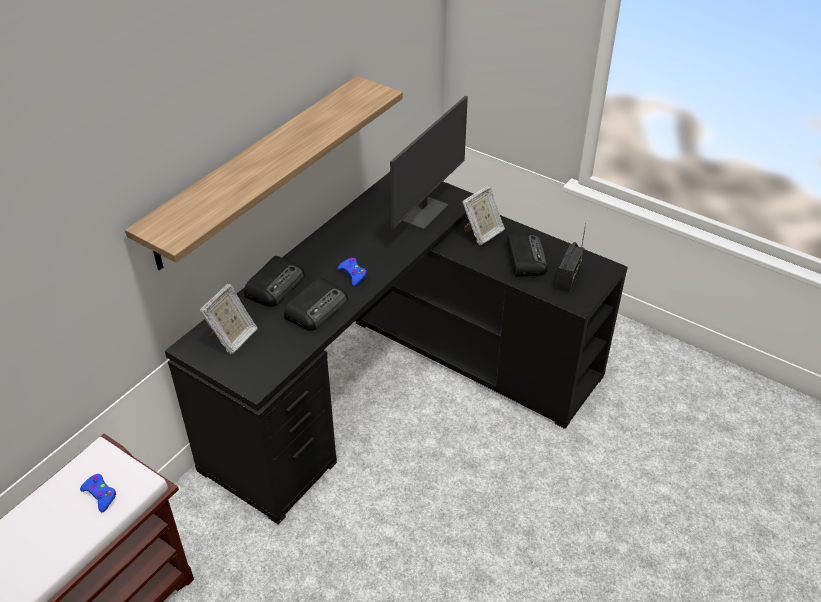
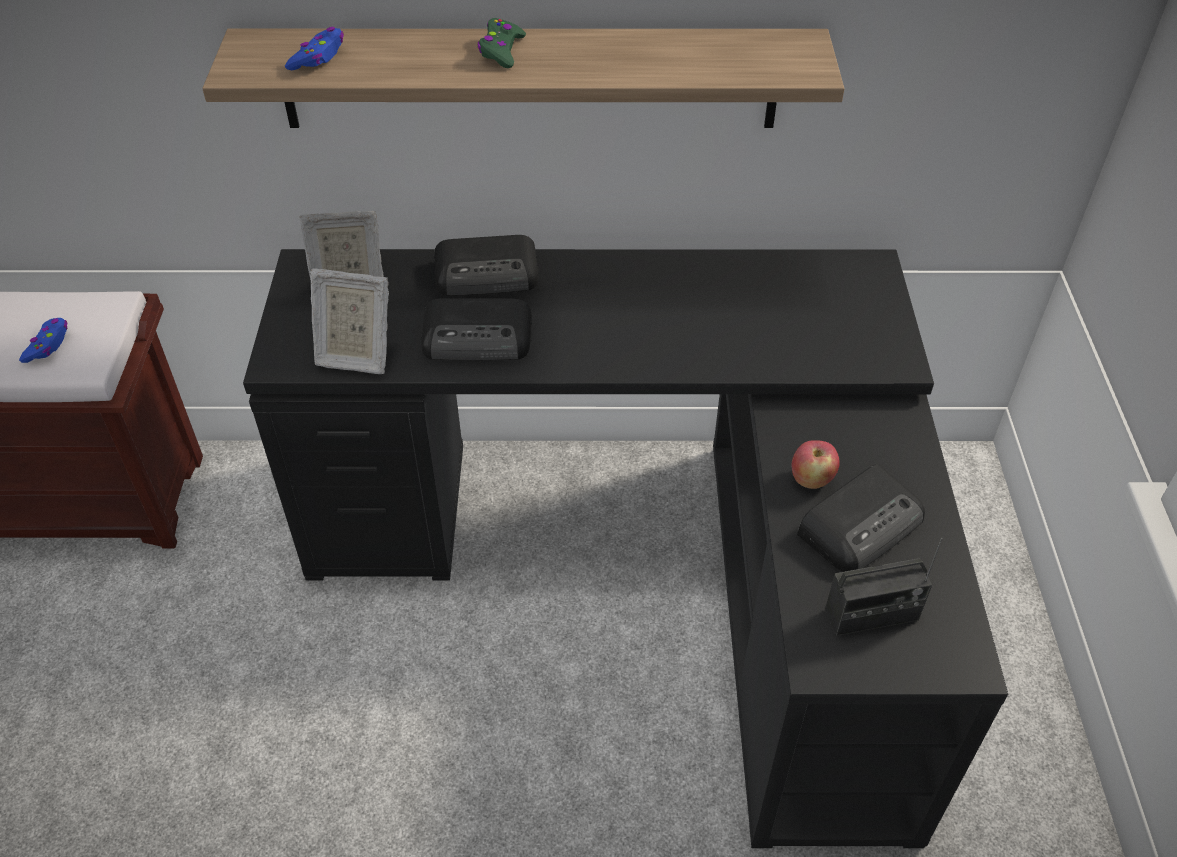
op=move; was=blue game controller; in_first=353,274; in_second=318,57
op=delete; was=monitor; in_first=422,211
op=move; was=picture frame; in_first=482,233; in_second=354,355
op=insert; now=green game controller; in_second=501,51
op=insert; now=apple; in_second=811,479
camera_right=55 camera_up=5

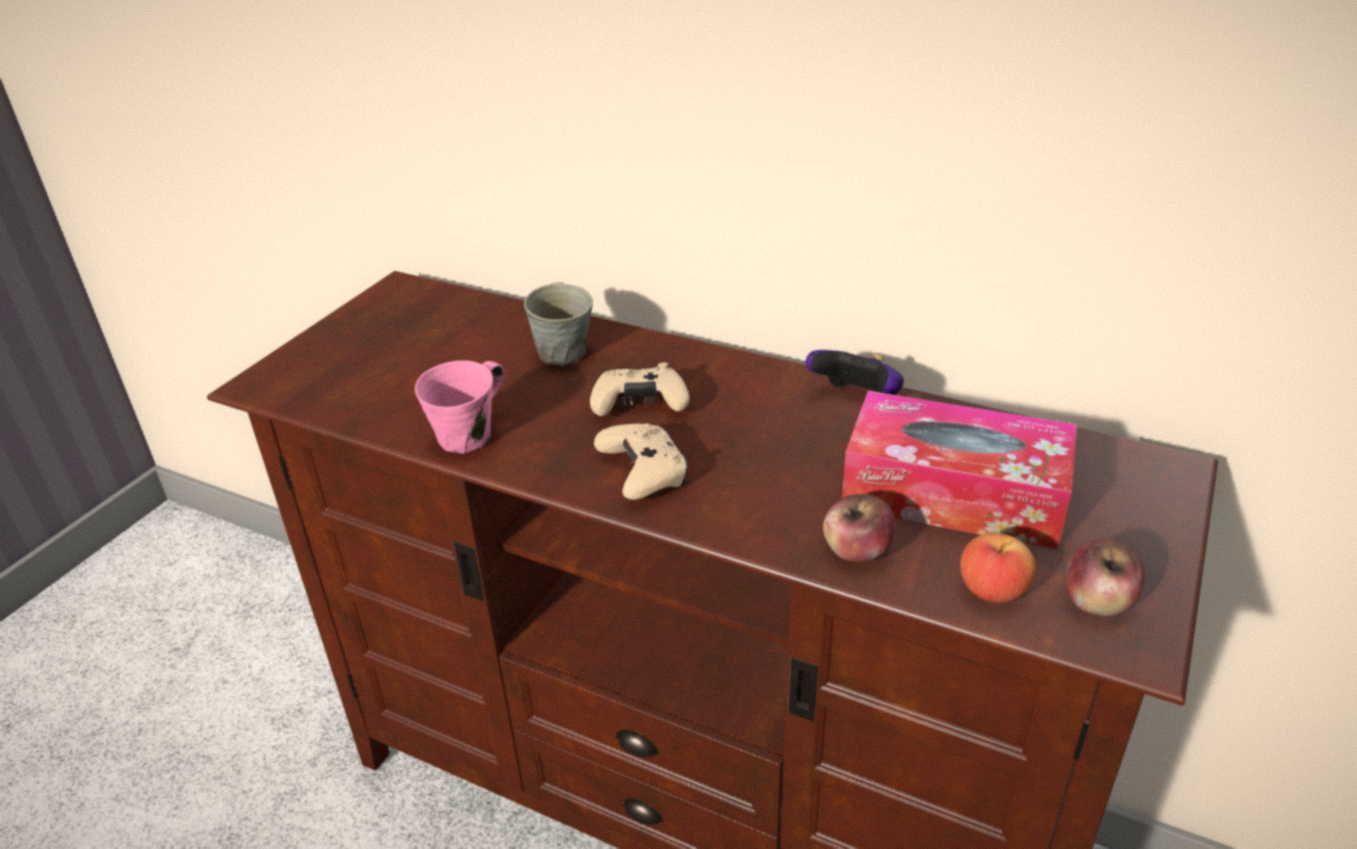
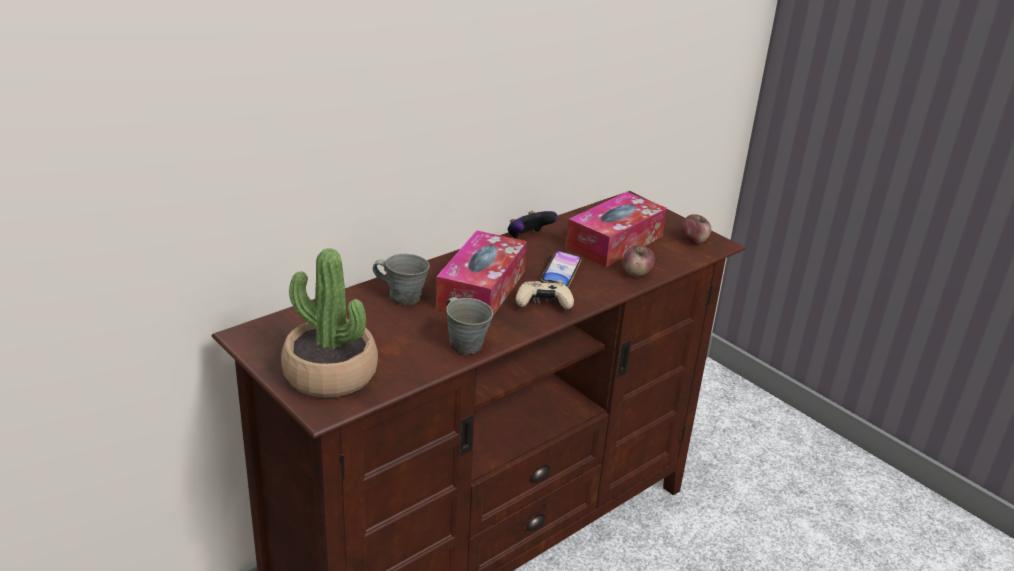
op=recolor; was=pink mug; now=grey mug; in_first=469,436; in_second=465,344
op=replace; was=beige game controller; now=tissue box; in_first=640,405; in_second=481,289
op=delete; was=apple; in_first=992,590
op=insert; now=potted plant; in_second=330,374
op=insert; now=phone; in_second=561,273
camera_right=-70 camera_up=-5

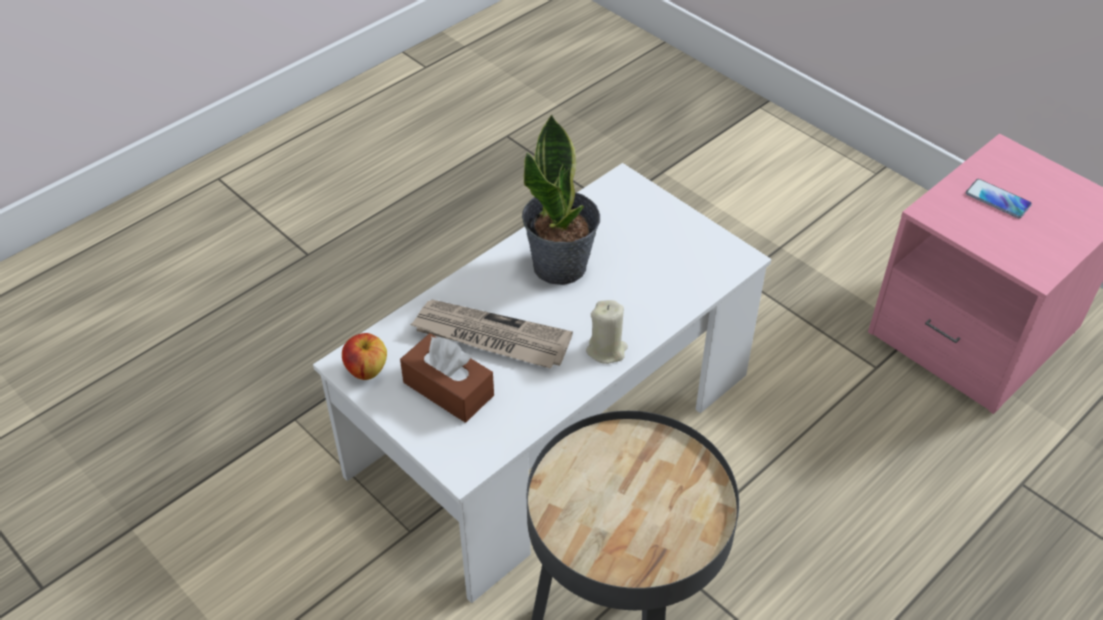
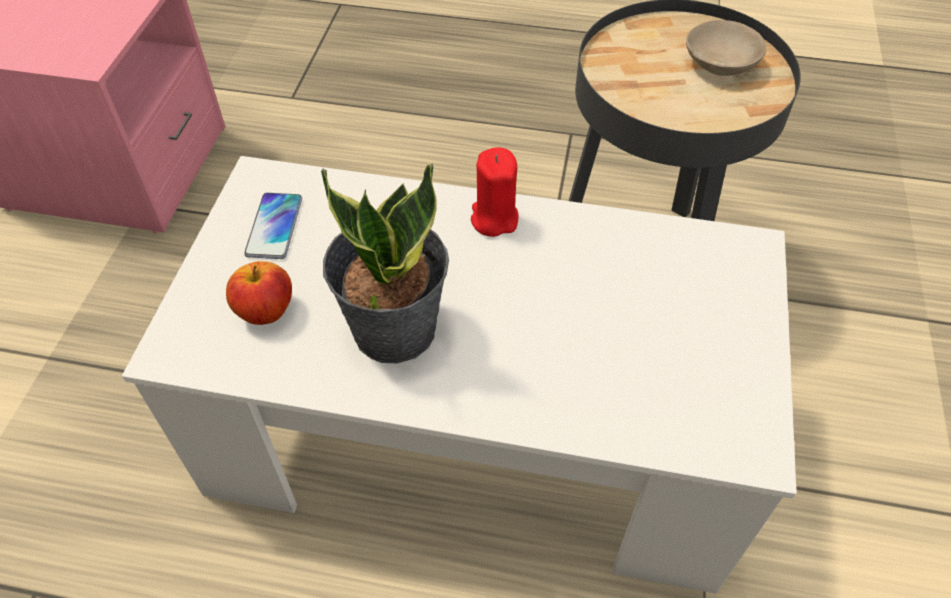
op=move; was=apple; in_first=366,370; in_second=266,311
op=delete; was=brown tissue box; in_first=448,389
op=delete; was=newspaper; in_first=490,337
op=recolor; was=beige candle; now=red candle; in_first=606,350; in_second=494,218
op=move; was=phone; in_first=997,199; in_second=274,226
op=insert; now=beige bowl; in_second=723,63
camera_right=-125 camera_up=5

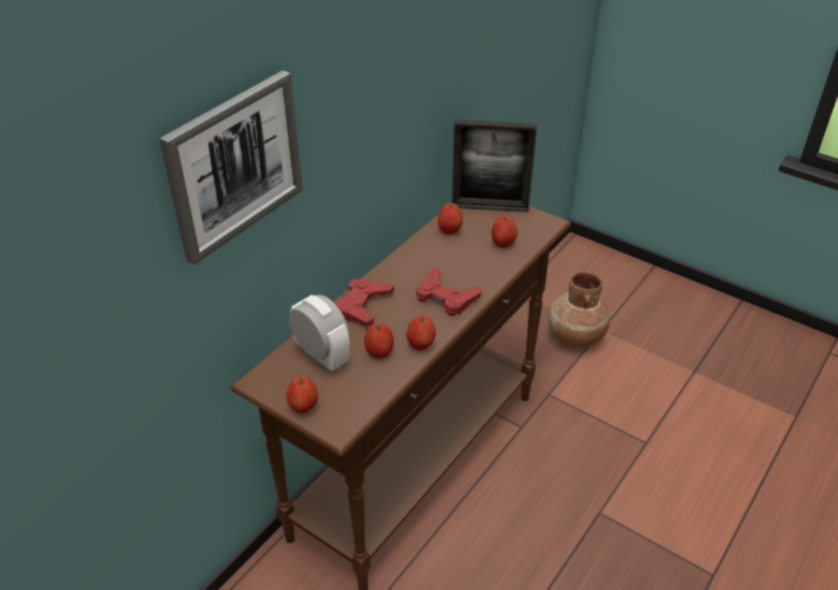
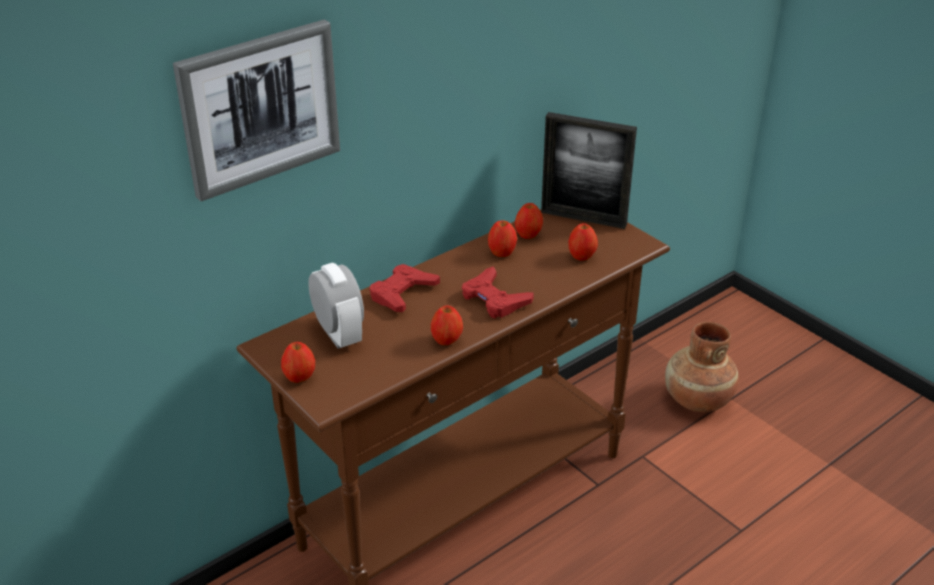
op=move; was=apple; in_first=379,352; in_second=502,253
camera_right=15 camera_up=-5

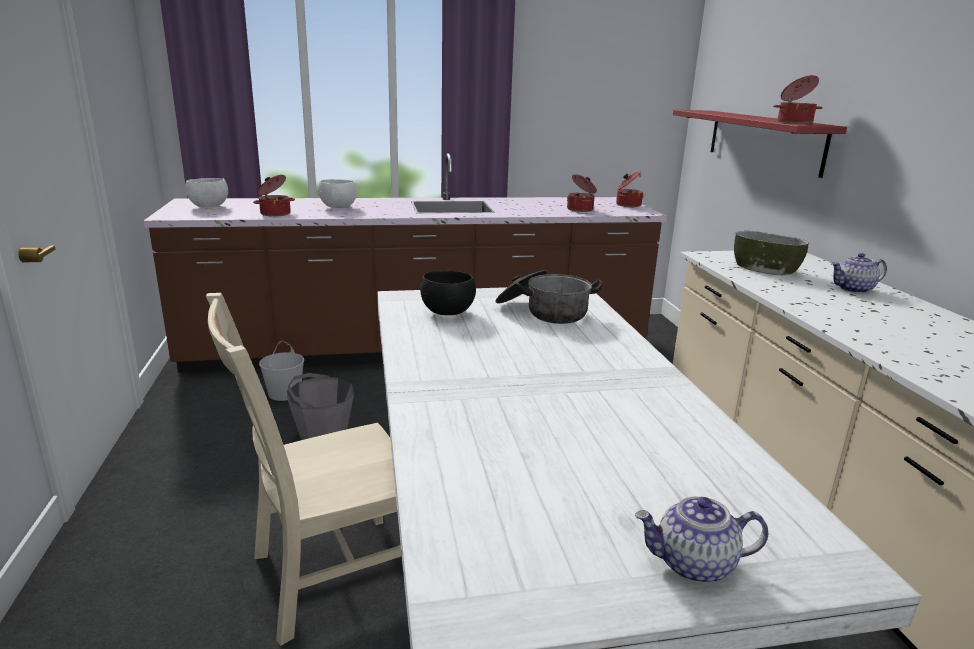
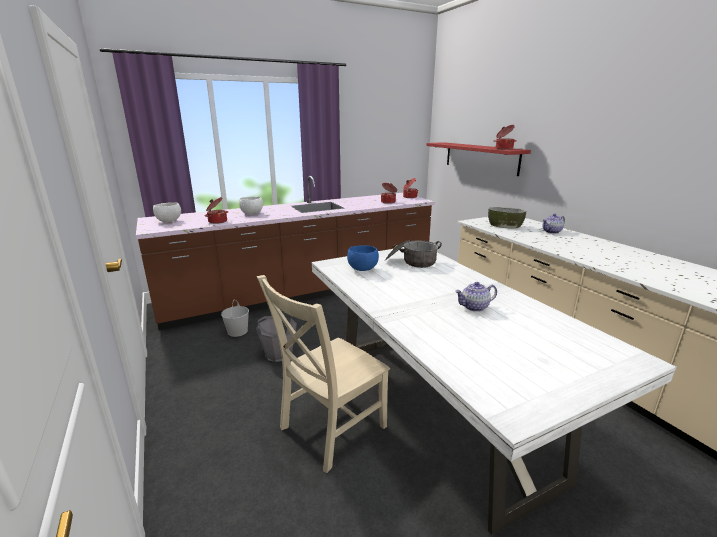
op=recolor; was=black bowl; now=blue bowl; in_first=448,313; in_second=363,269
op=move; was=teapot; in_first=693,565; in_second=474,307
camera_right=-15 camera_up=0

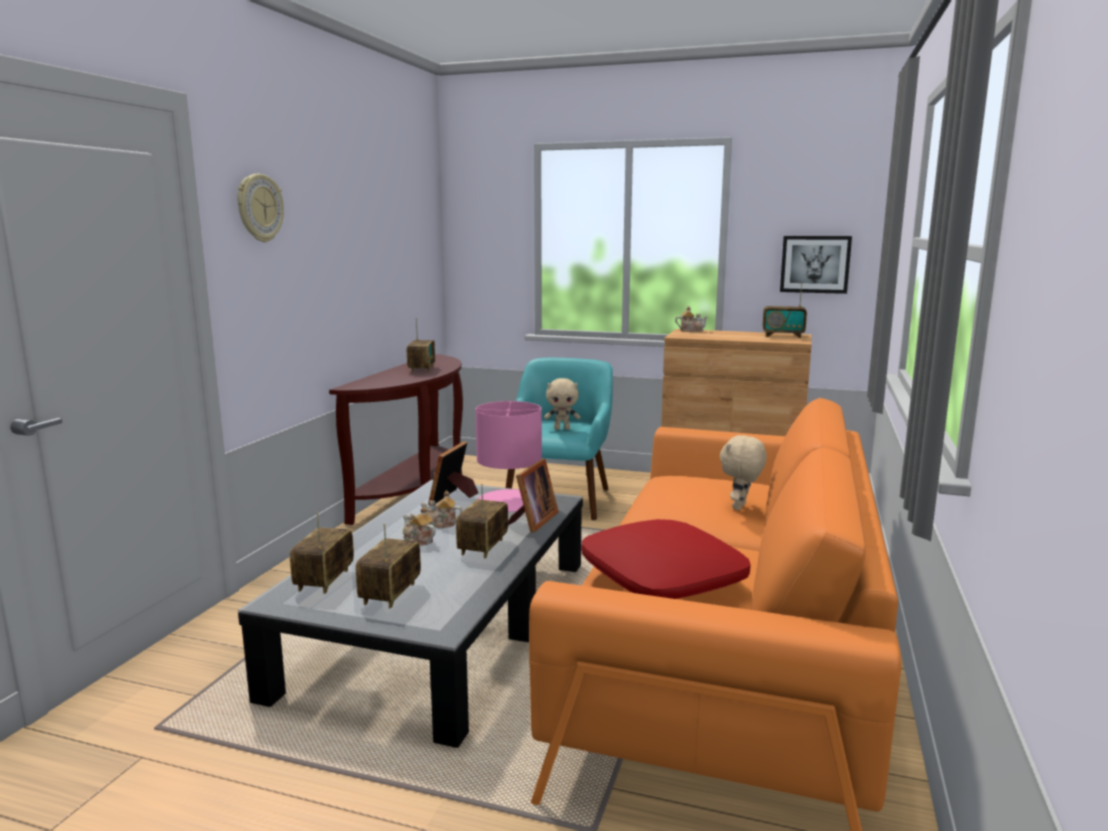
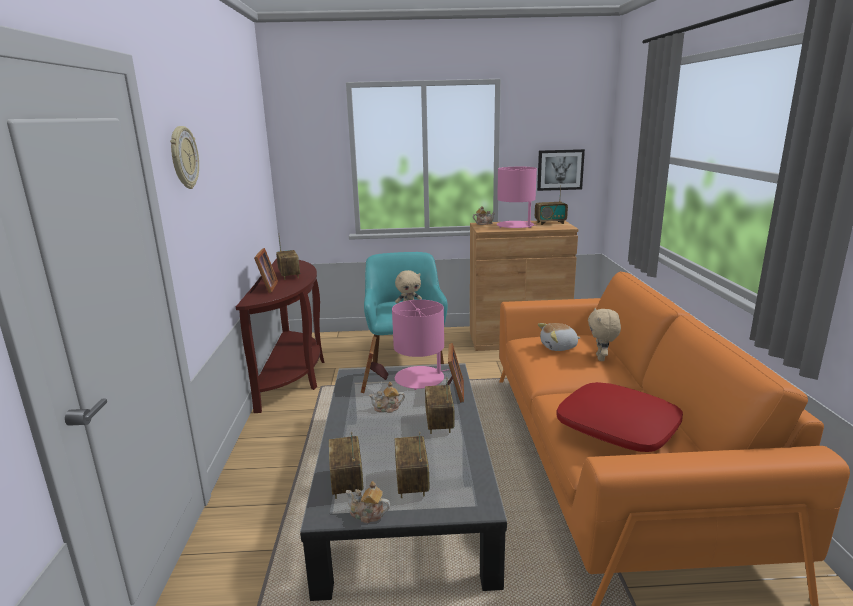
op=move; was=teapot; in_first=418,540; in_second=367,514
op=insert; now=picture frame; in_second=265,288
op=insert; now=pink table lamp; in_second=515,226
op=insert; now=plush toy; in_second=559,347
camera_right=-20 camera_up=5

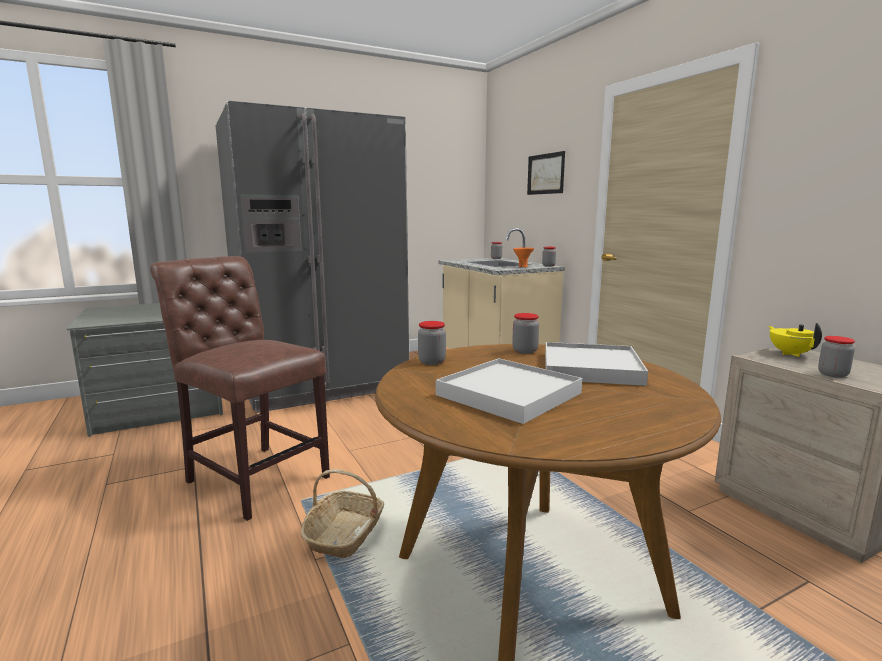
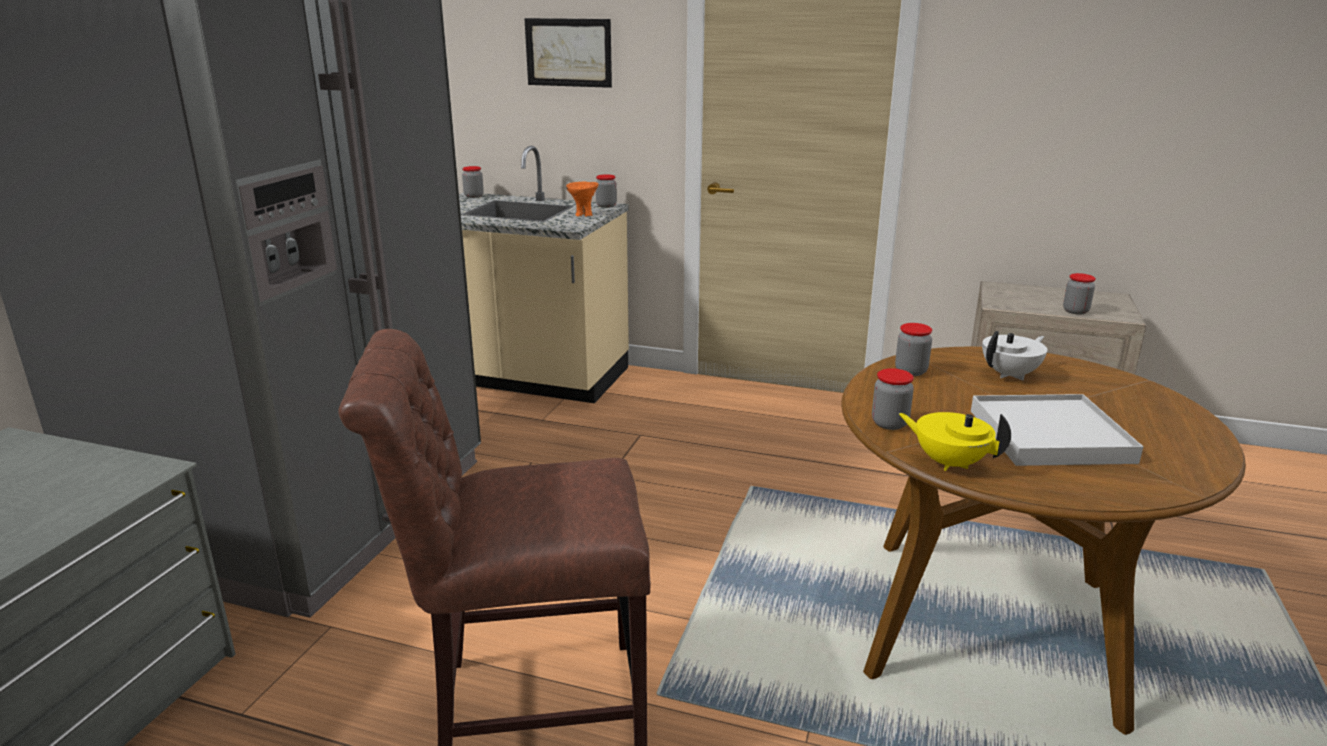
op=delete; was=basket; in_first=345,534
op=replace; was=white tray; now=white teapot; in_first=591,368; in_second=1010,375
op=move; was=yellow teapot; in_first=790,354; in_second=949,462
camera_right=-45 camera_up=10

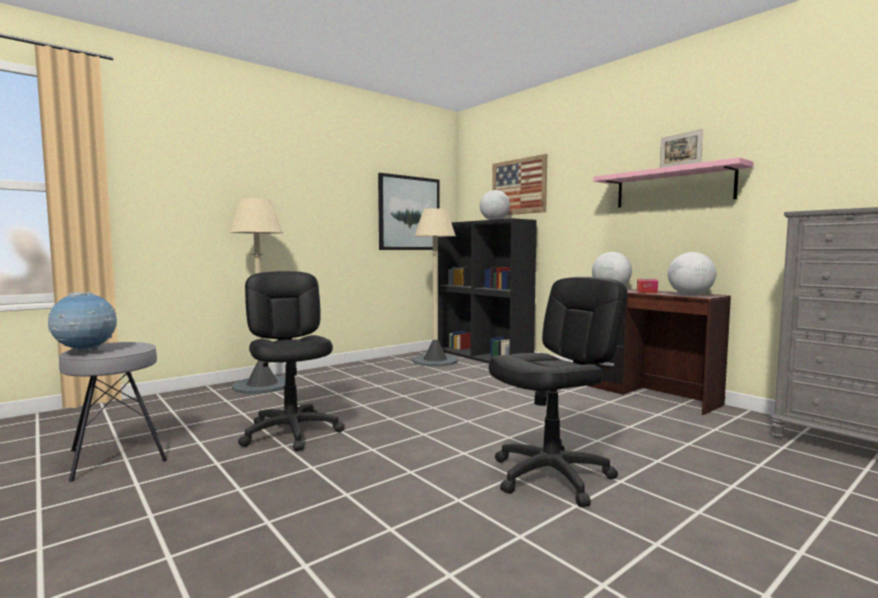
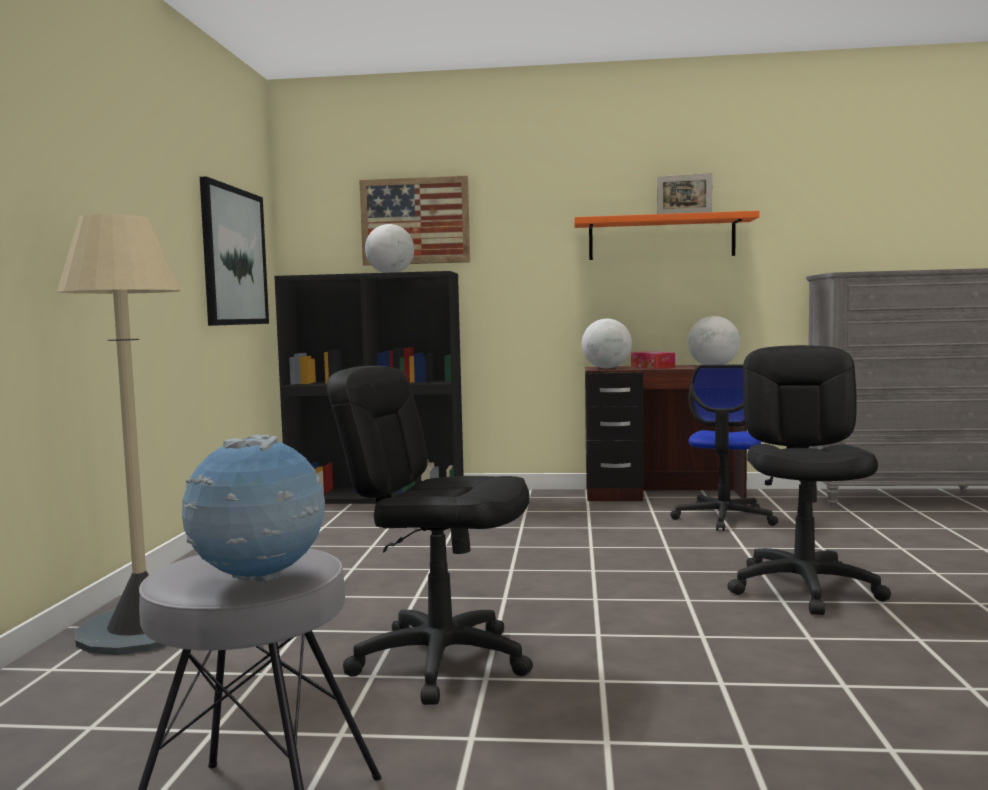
op=delete; was=beige floor lamp; in_first=435,361
op=recolor; was=pink shelf; now=orange shelf; in_first=673,187; in_second=661,238
op=insert; now=office chair; in_second=724,518
camera_right=-45 camera_up=0

